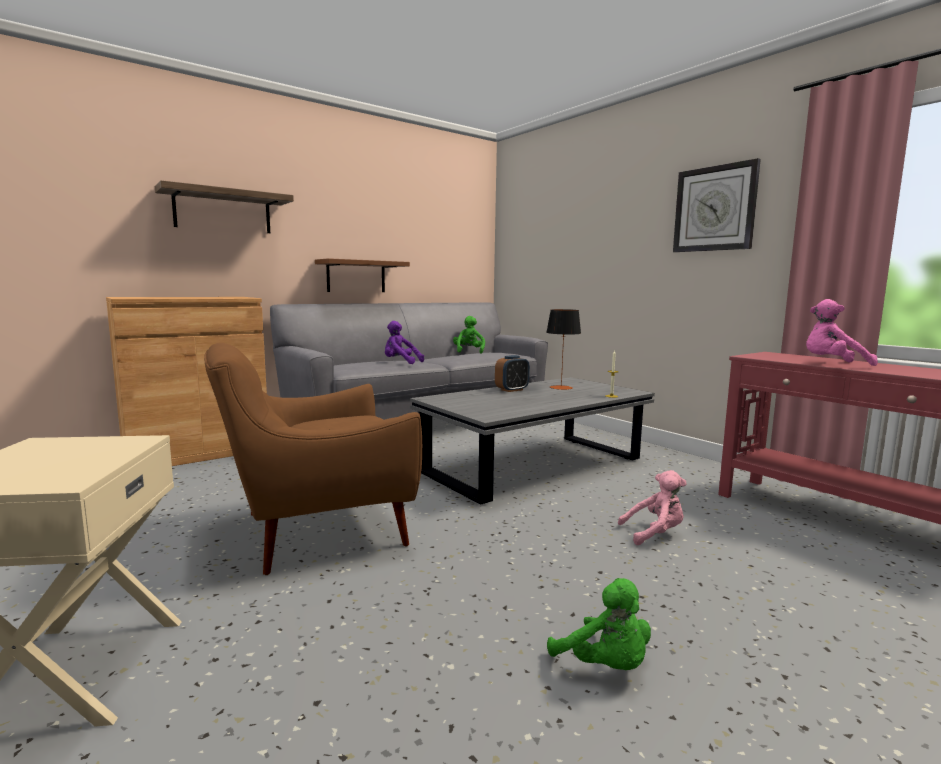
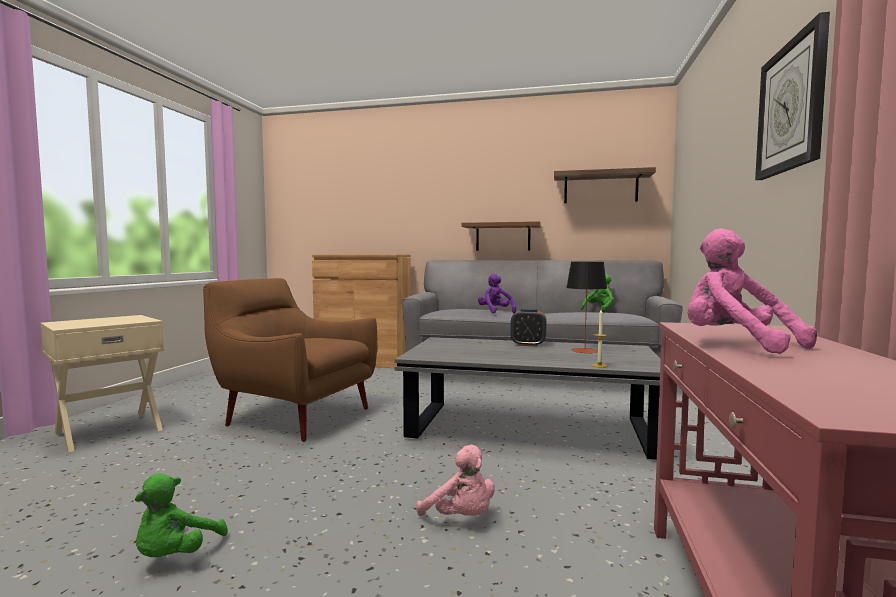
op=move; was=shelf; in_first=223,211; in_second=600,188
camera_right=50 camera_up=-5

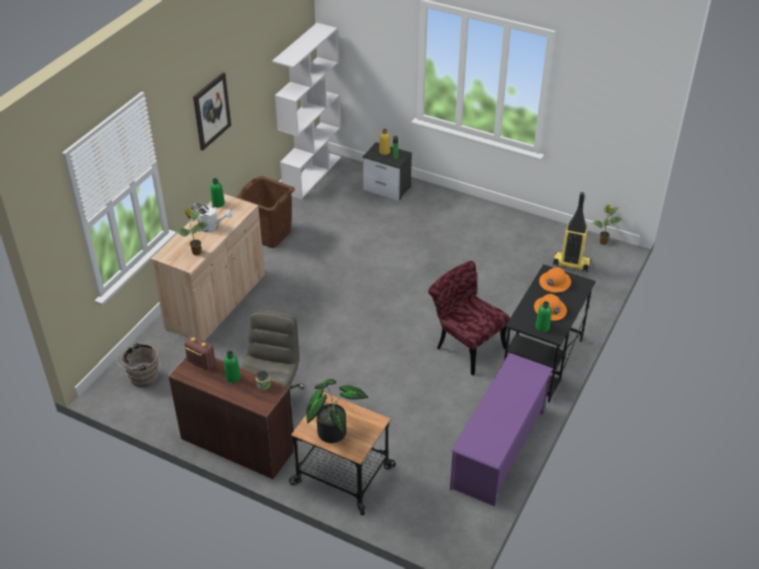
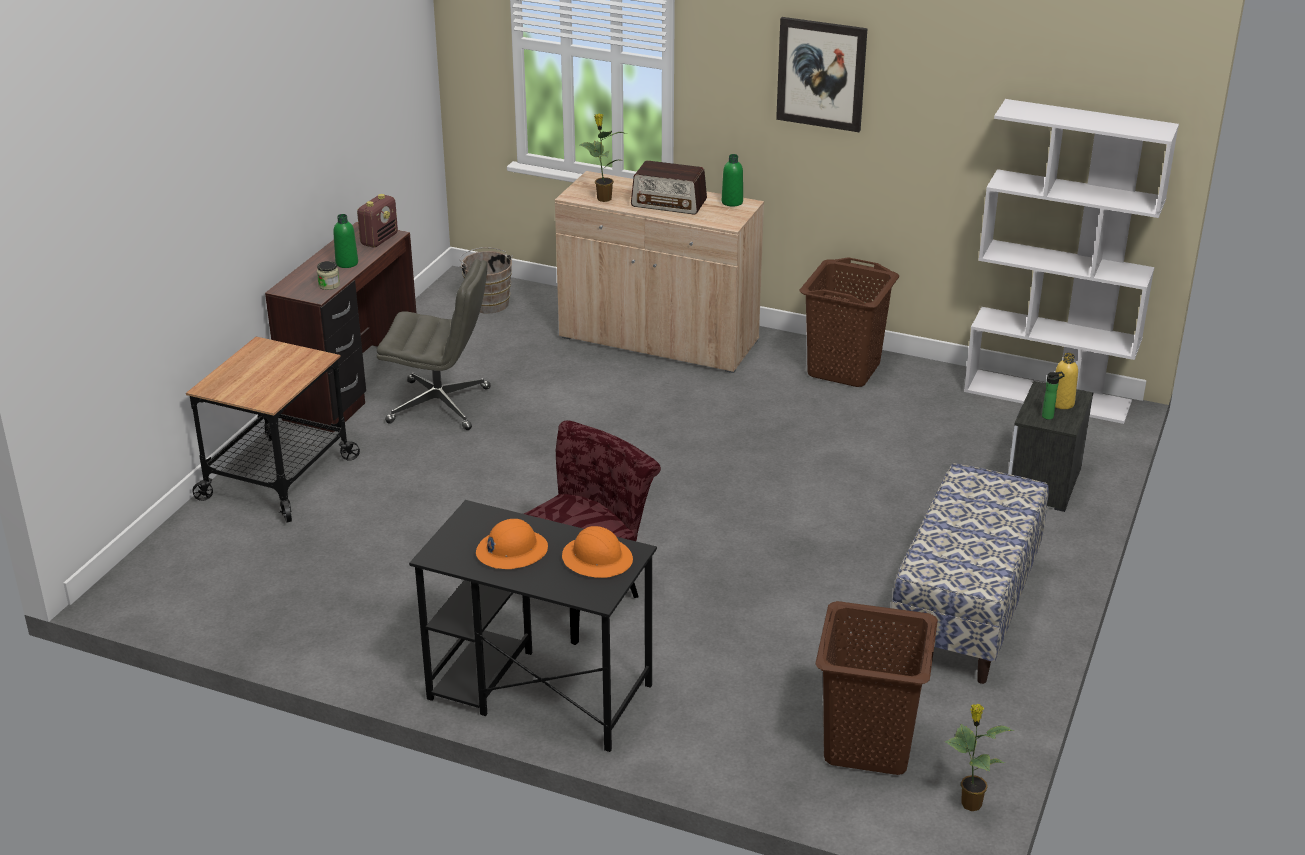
op=replace; was=white watering can; now=radio; in_first=212,227; in_second=669,203
op=delete; was=potted plant; in_first=333,429
op=delete; was=purple shoe rack; in_first=498,449
op=delete; was=green bottle; in_first=542,327
op=replace; was=vacuum cleaner; now=brown laundry basket; in_first=570,264; in_second=867,743
op=insert; now=bench; in_second=966,611
camera_right=85 camera_up=-10

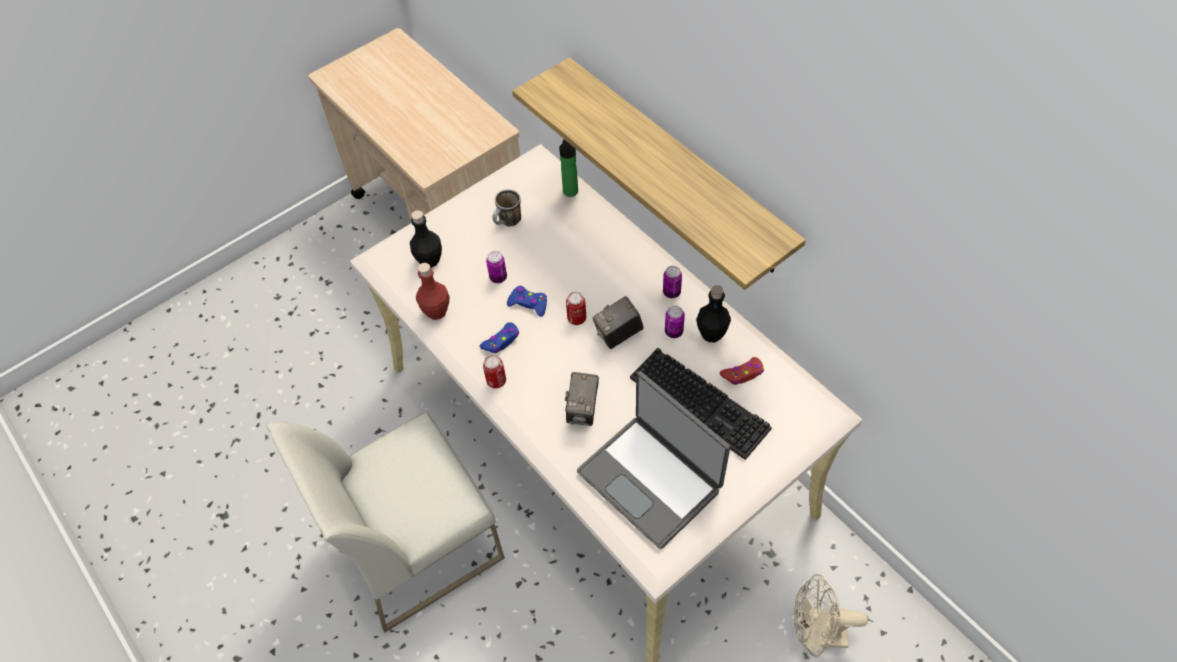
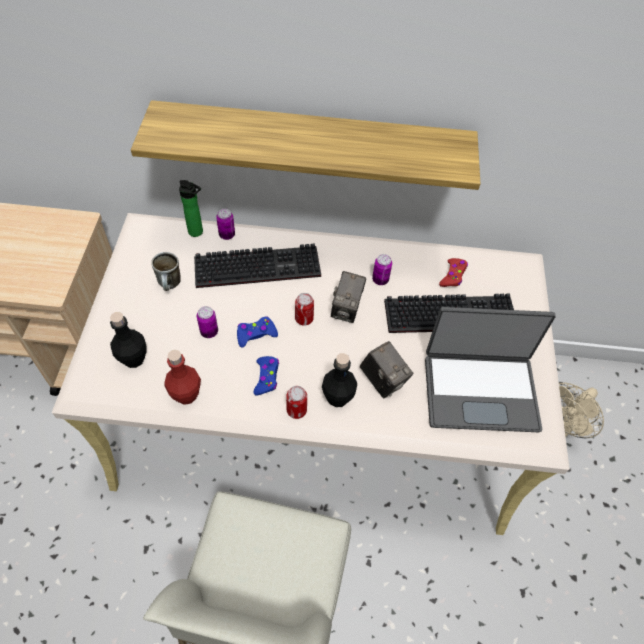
op=move; was=can; in_first=671,292; in_second=227,235
op=move; was=black bottle; in_first=711,334; in_second=338,398
op=insert; now=keyboard; in_second=259,266
camera_right=-50 camera_up=0

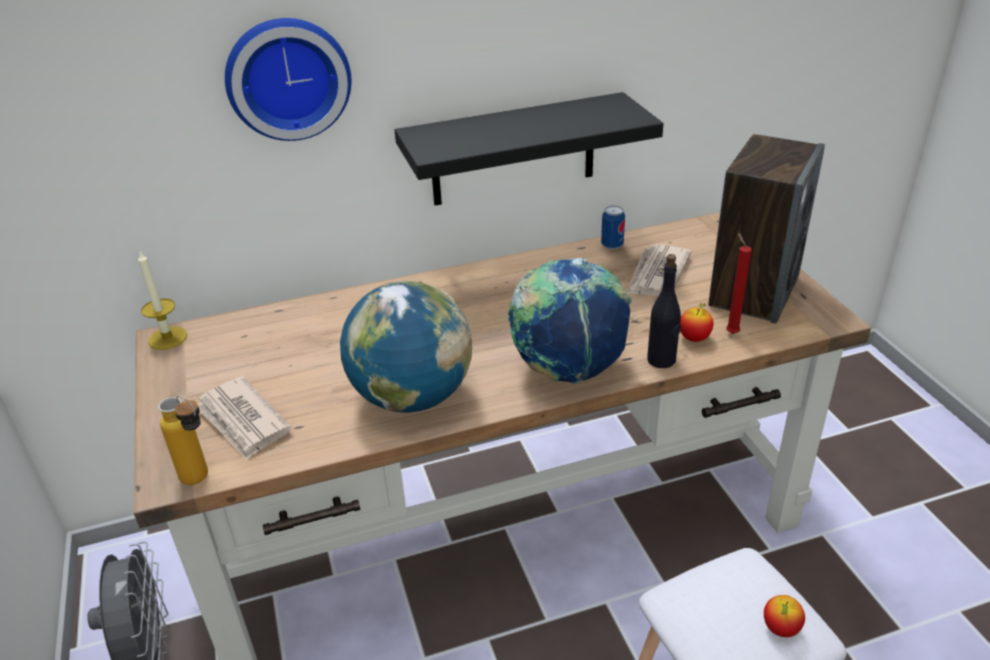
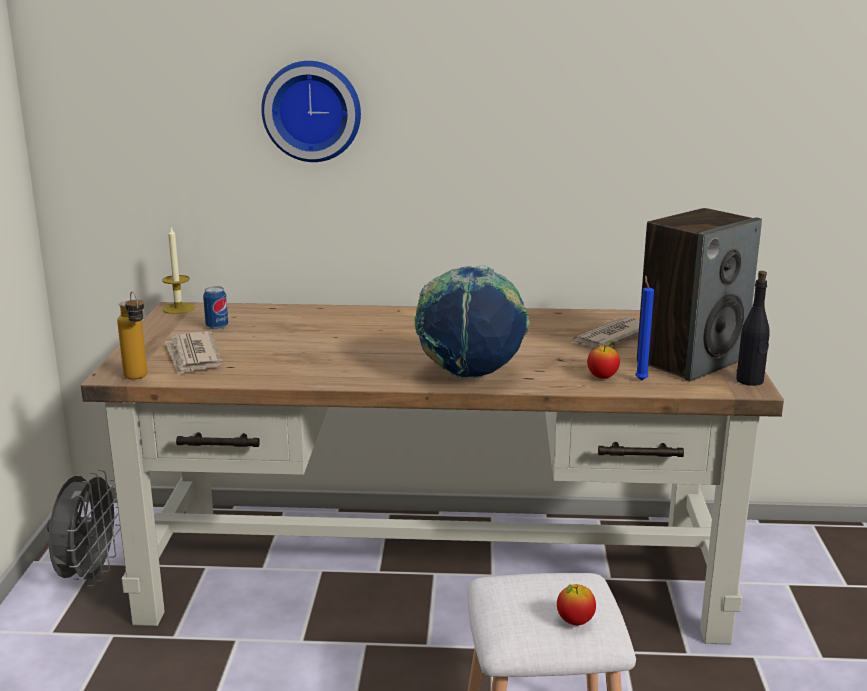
op=delete; was=globe; in_first=412,397
op=delete; was=black shelf; in_first=513,150
op=move; was=can; in_first=612,245; in_second=217,327
op=move; was=black bottle; in_first=661,360; in_second=750,381
op=recolor; was=red candle; now=blue candle; in_first=730,332; in_second=640,379
camera_right=20 camera_up=-15

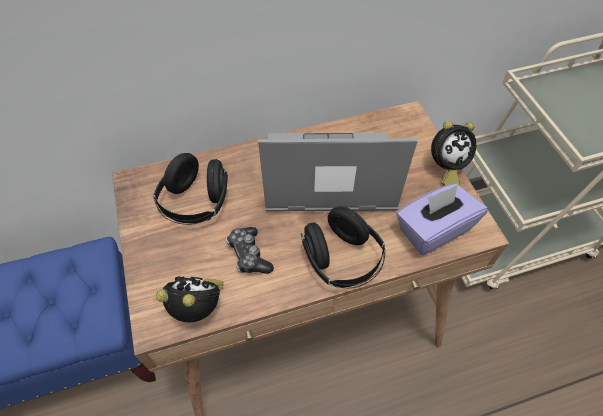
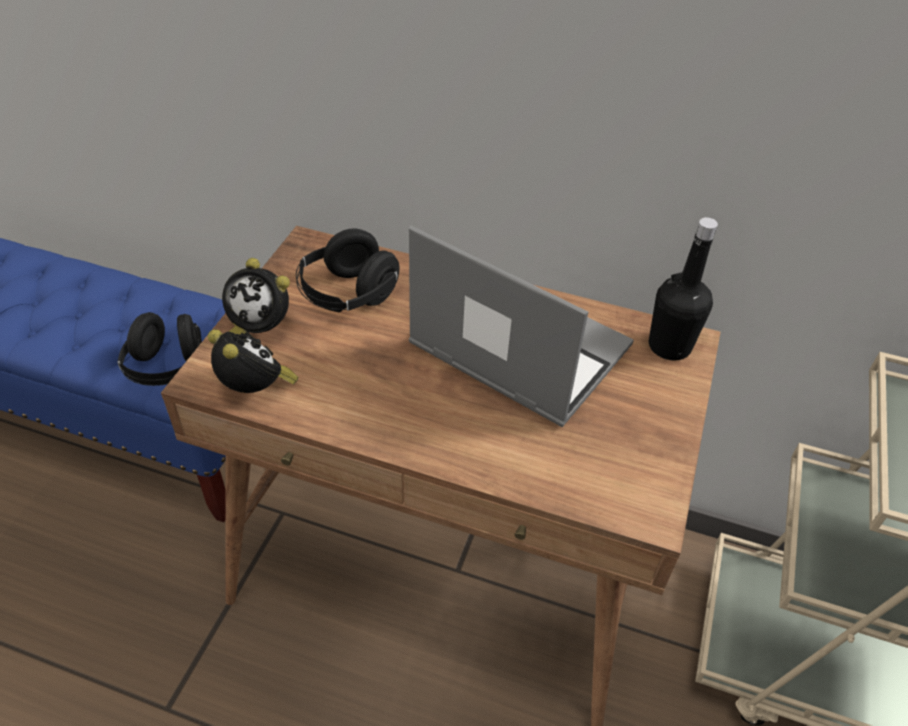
op=delete; was=game controller; in_first=249,255
op=move; was=black headphones; in_first=342,259; in_second=167,368
op=delete; was=purple tissue box; in_first=433,229
op=move; was=alarm clock; in_first=445,167; in_second=258,331
op=insert; now=black bottle; in_second=669,346
camera_right=35 camera_up=-10

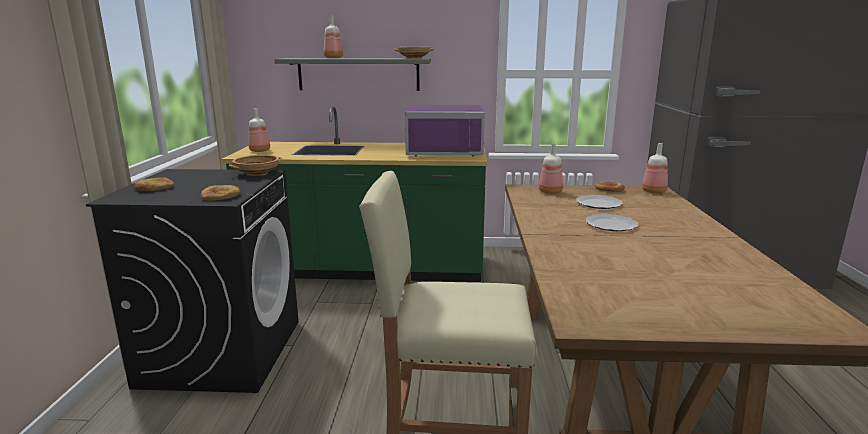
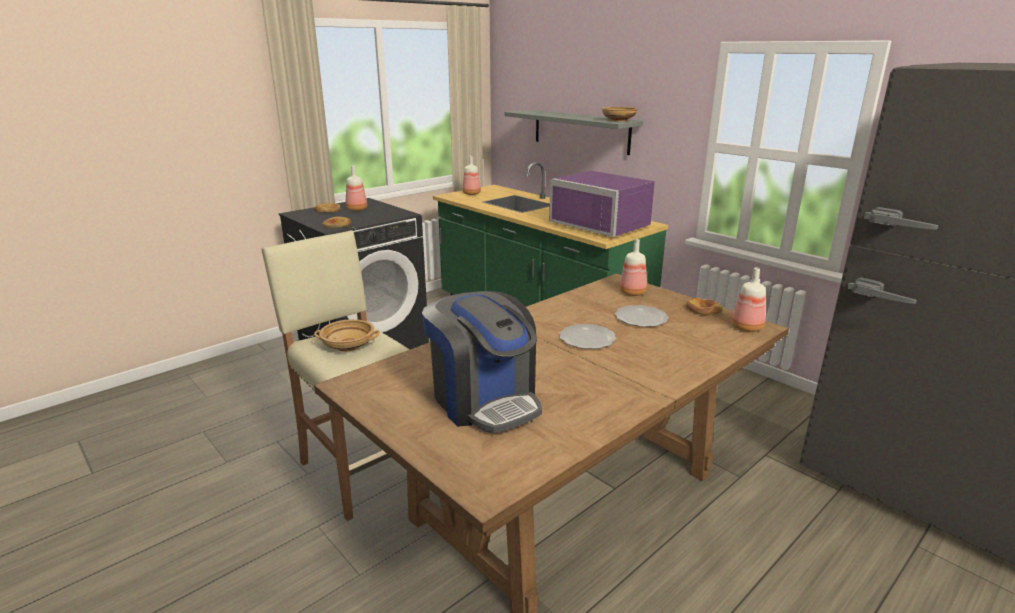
op=move; was=beige bowl; in_first=257,173; in_second=348,346
op=move; was=bottle; in_first=333,58; in_second=356,209
op=insert; now=coffee machine; in_second=484,400
camera_right=45 camera_up=5

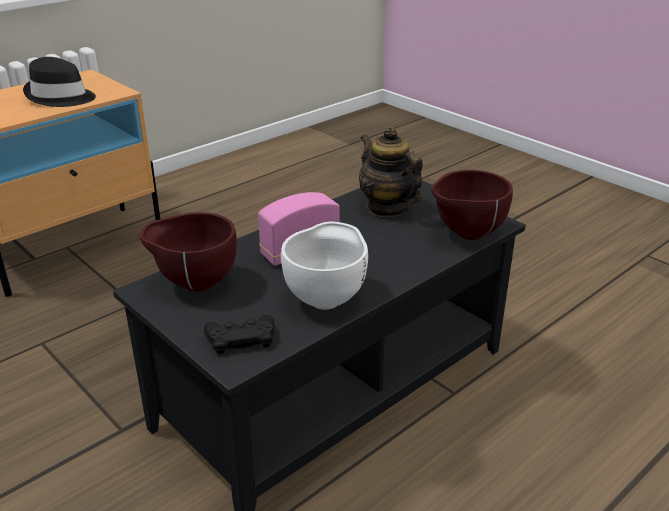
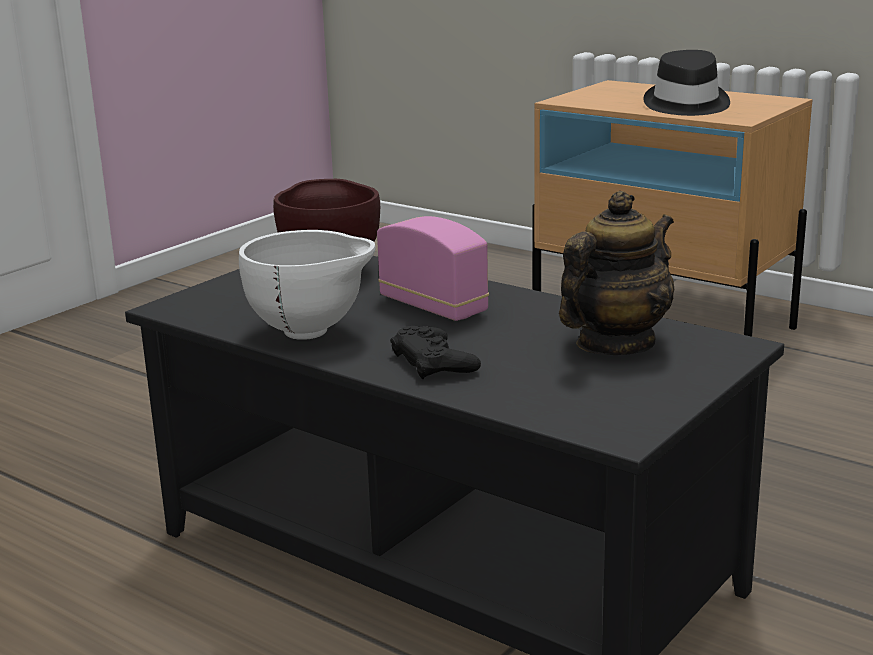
op=move; was=black game controller; in_first=241,338; in_second=434,362
op=delete; was=brown bowl; in_first=466,235
camera_right=80 camera_up=-10

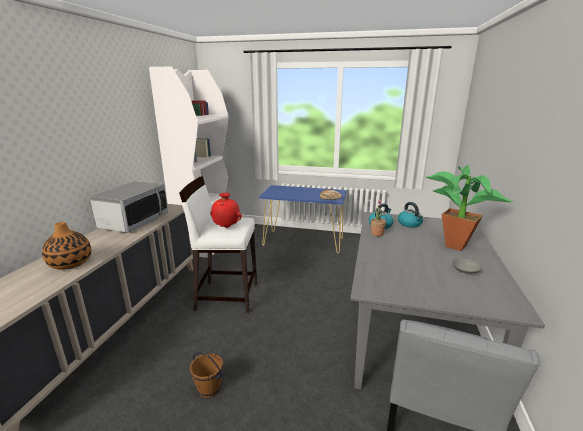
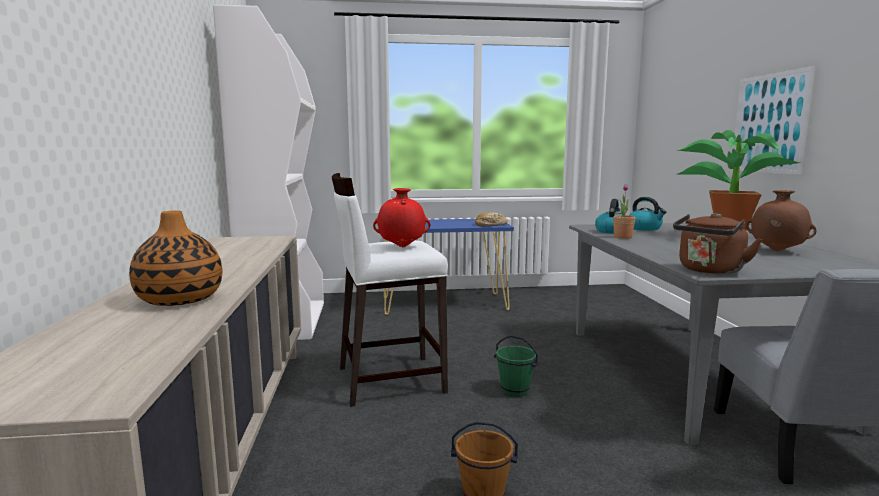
op=delete; was=microwave; in_first=134,221
op=replace; was=grey bowl; now=brown vase; in_first=465,270; in_second=776,251
op=insert; now=green bucket; in_second=515,390
op=insert; now=brown kettle; in_second=709,271
op=insert; now=picture; in_second=769,123
camera_right=-20 camera_up=-10

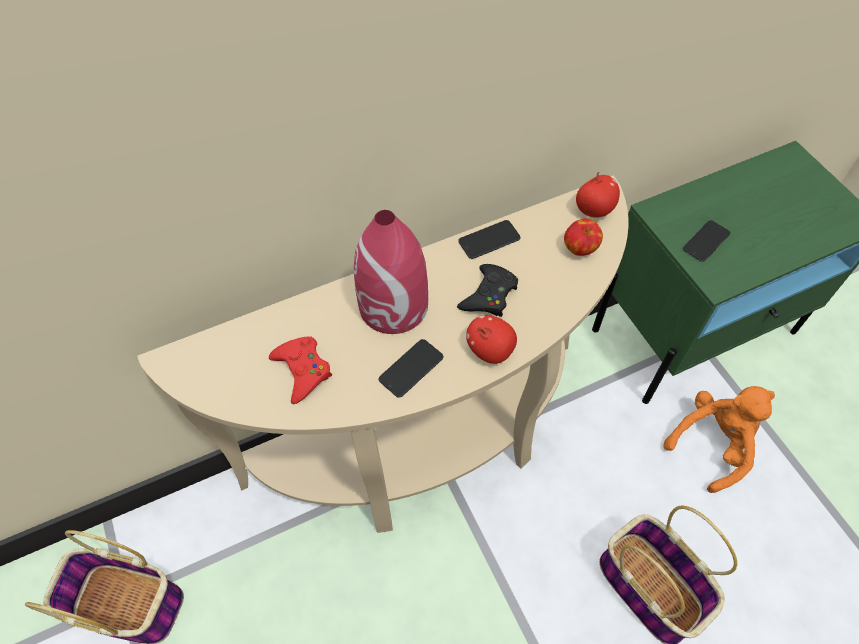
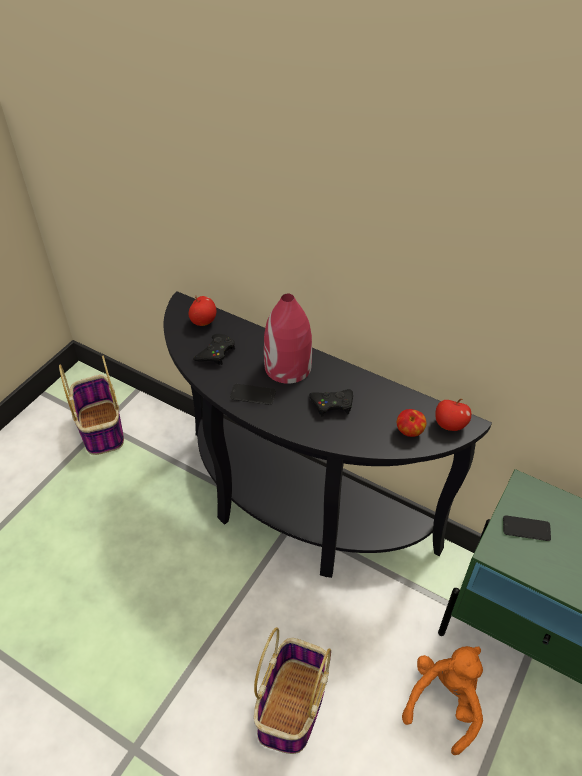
op=recolor; was=beige console table; now=black console table; in_first=428,446; in_second=294,513
op=recolor; was=red game controller; now=black game controller; in_first=302,370; in_second=216,353
op=delete; was=phone; in_first=489,240
op=move; was=apple; in_first=490,350; in_second=203,321
op=rotate; was=orange plush toy; in_first=713,443; in_second=444,702; clockwise=-75
camera_right=55 camera_up=-10

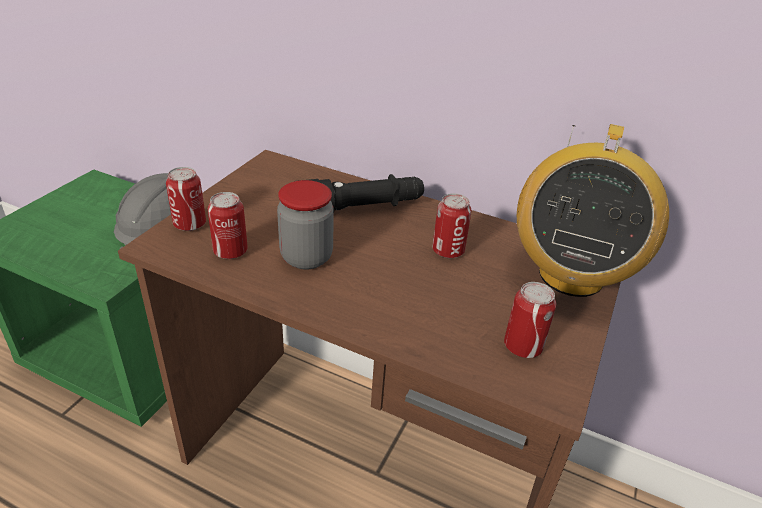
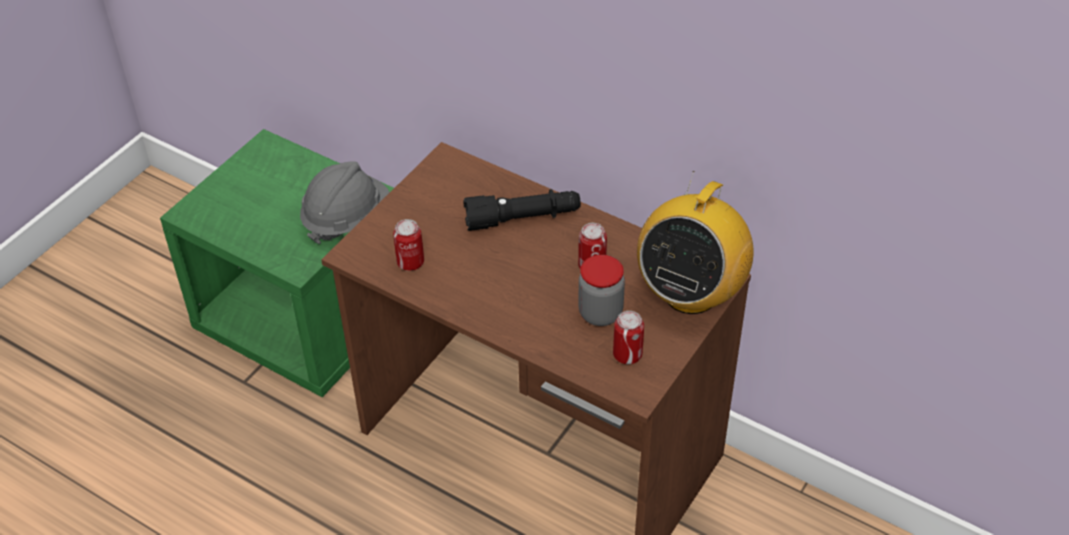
op=delete; was=can; in_first=190,224
op=move; was=jar; in_first=306,257; in_second=600,313
camera_right=10 camera_up=10

